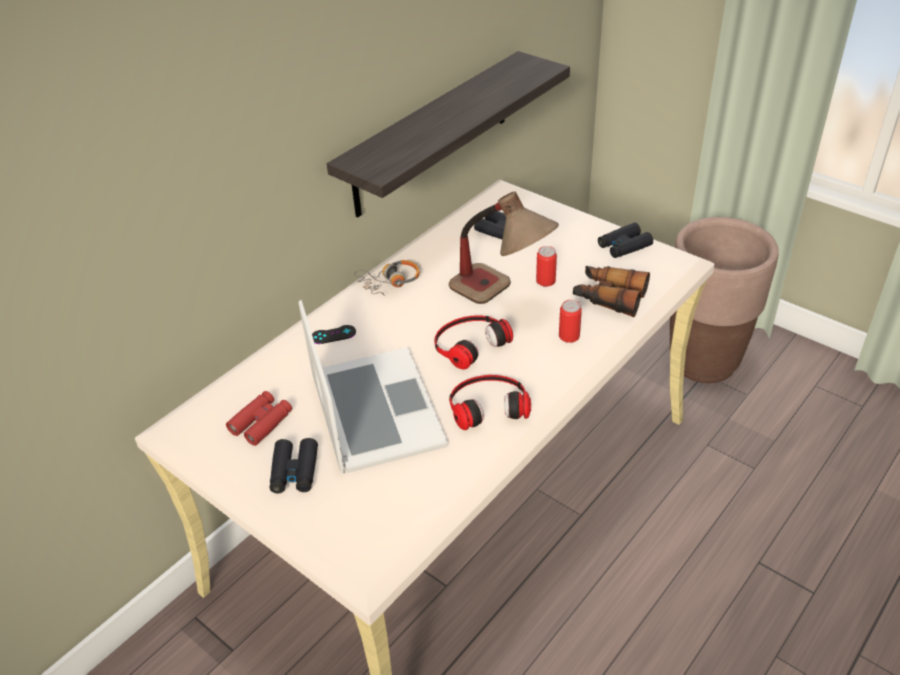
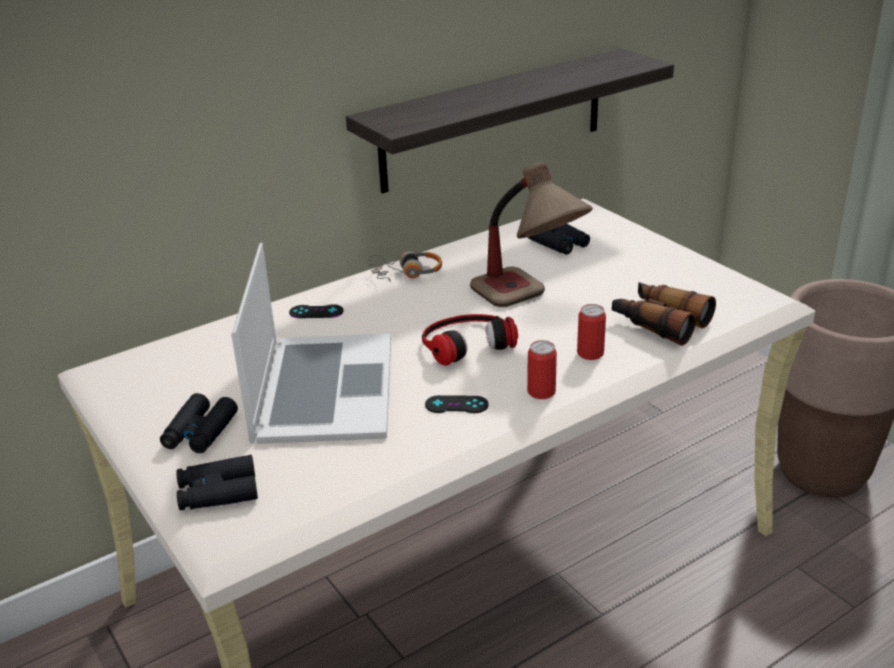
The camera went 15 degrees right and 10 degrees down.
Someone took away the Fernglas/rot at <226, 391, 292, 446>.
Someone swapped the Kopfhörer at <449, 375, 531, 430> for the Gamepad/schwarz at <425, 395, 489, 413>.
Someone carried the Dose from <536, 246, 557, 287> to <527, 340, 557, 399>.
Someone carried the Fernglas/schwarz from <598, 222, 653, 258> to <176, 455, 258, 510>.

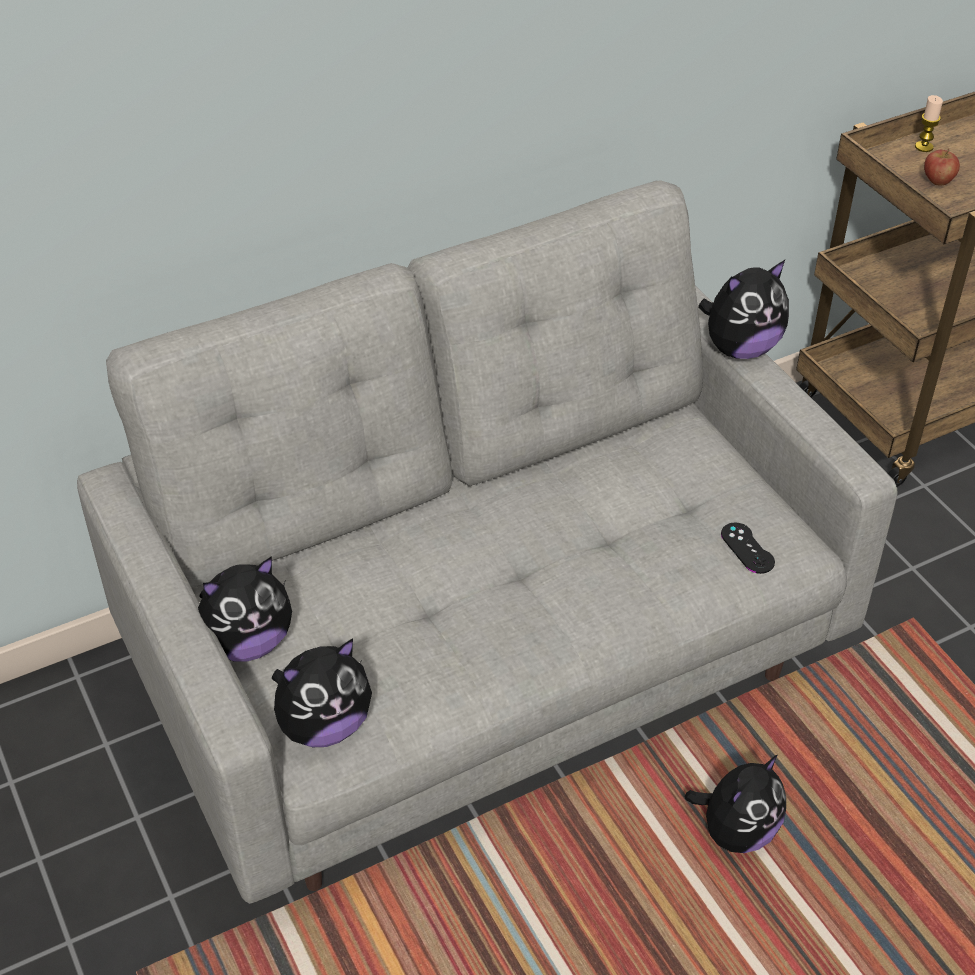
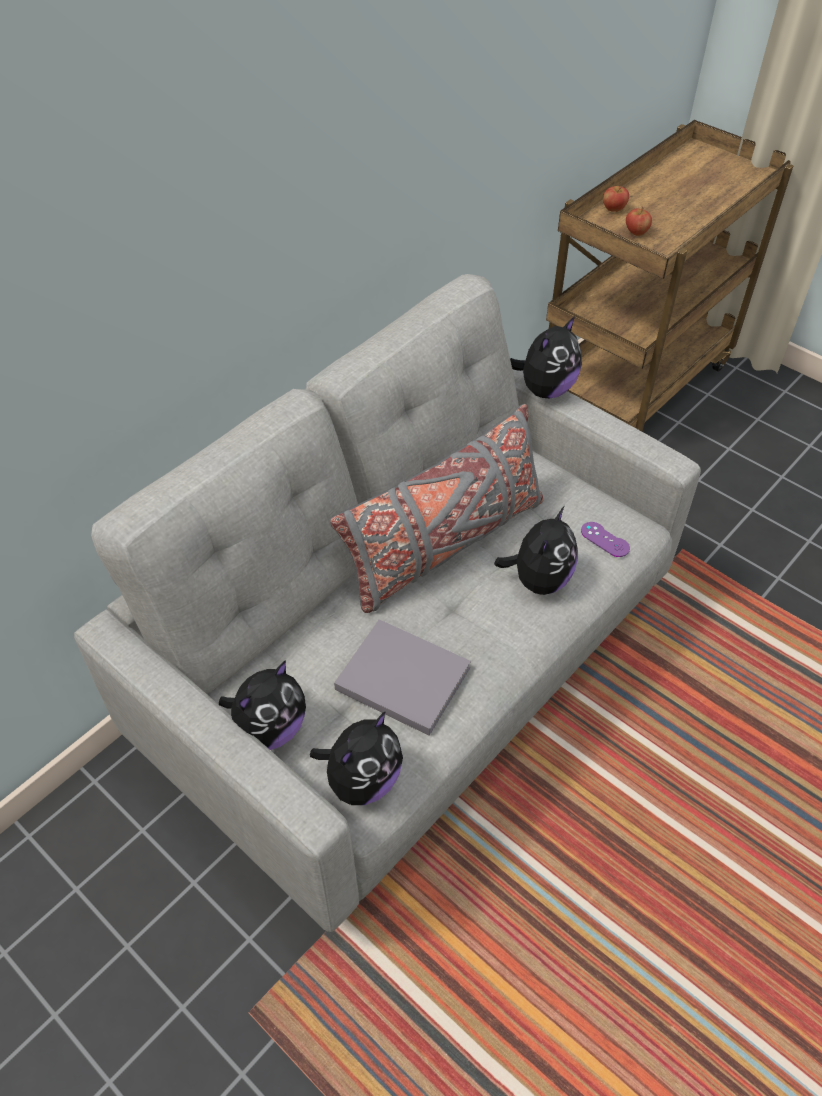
The camera went 20 degrees left and 5 degrees up.
Someone carried the Plüschtier from <685, 755, 786, 853> to <494, 506, 578, 595>.
Someone repainted the Gamepad/schwarz at <721, 522, 775, 574>, which became the Gamepad/lila at <581, 522, 630, 557>.
Someone swapped the Kerze at <915, 95, 943, 152> for the Apfel at <603, 186, 629, 212>.
Someone put down the Kissen/grau at <330, 404, 543, 613>.
Someone put down the Buch/grau at <334, 619, 471, 736>.

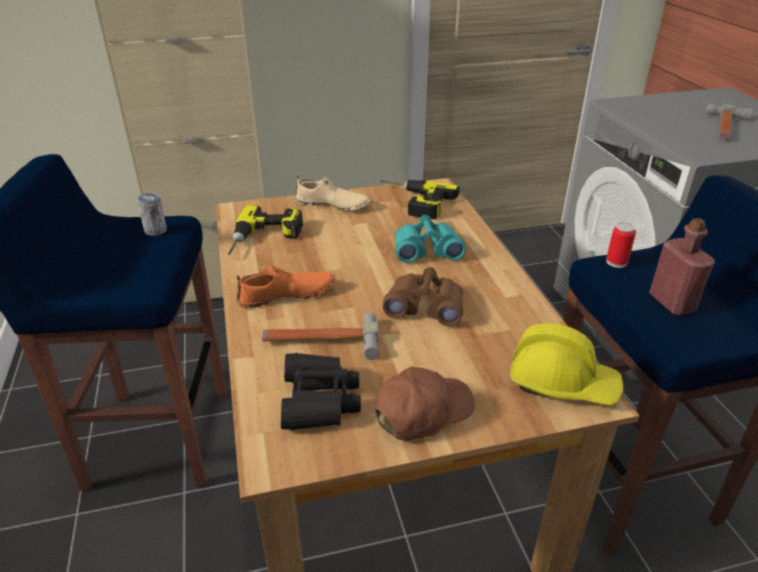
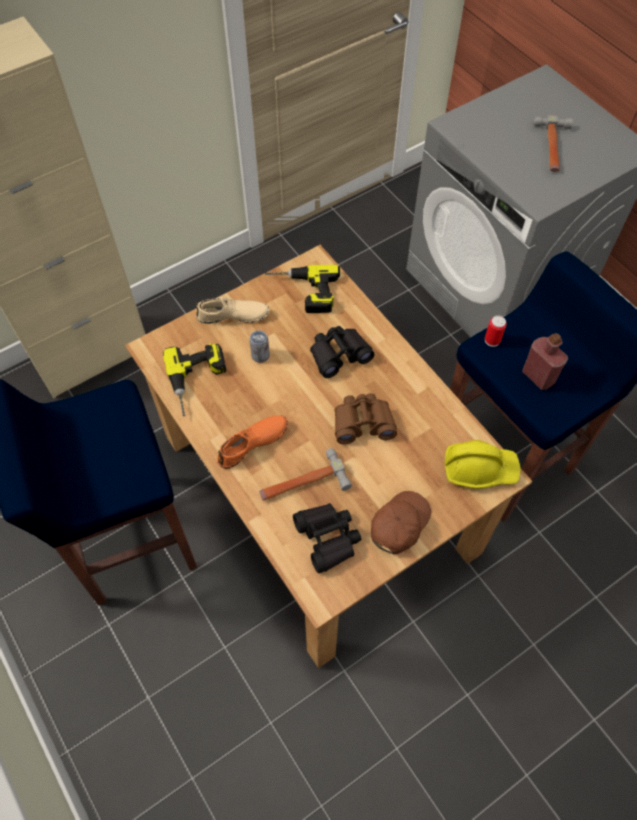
The camera went 20 degrees left and 25 degrees up.
Someone carried the Dose from <137, 193, 167, 236> to <250, 331, 270, 363>.
Someone repainted the Fernglas/türkis at <395, 215, 466, 263>, which became the Fernglas/schwarz at <310, 326, 374, 378>.

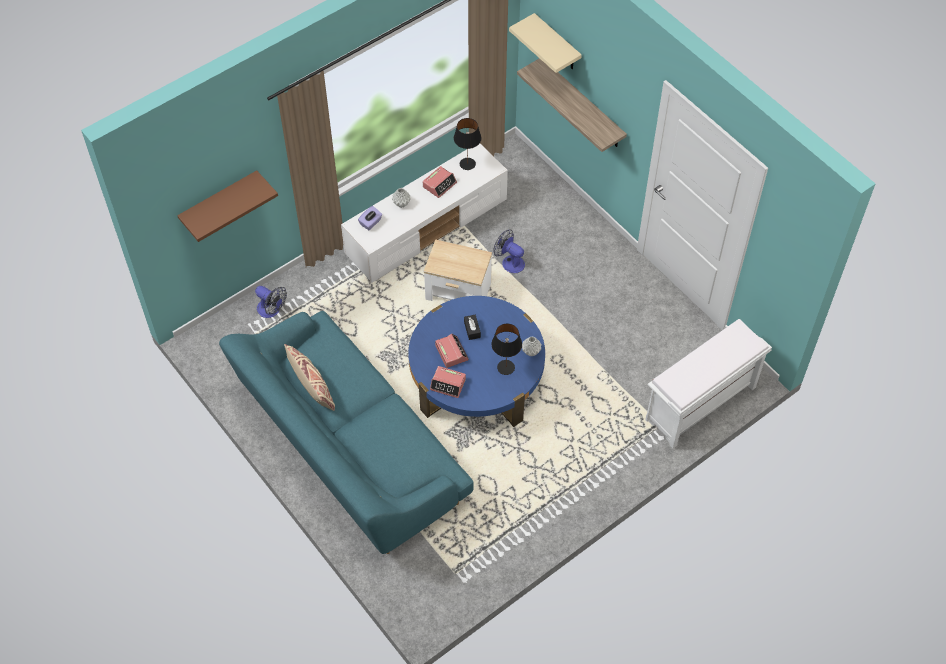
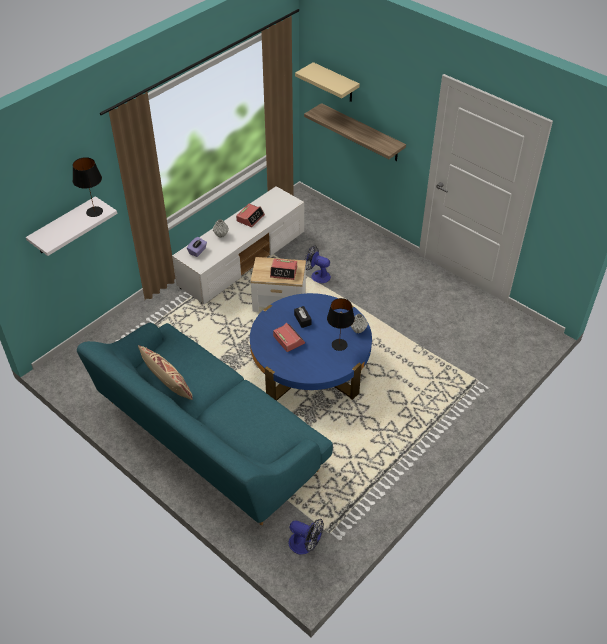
The camera went 10 degrees left and 10 degrees down.
Someone repainted the Wandregal/braun at <177, 170, 278, 242>, which became the Wandregal/weiß at <26, 196, 117, 256>.
Someone carried the Ventilator from <255, 286, 287, 318> to <289, 519, 324, 555>.
Someone carried the Wecker from <430, 366, 466, 398> to <270, 259, 297, 280>.
Someone carried the Tischlampe/schwarz from <454, 118, 481, 170> to <73, 157, 103, 217>.
Someone took away the Bank/weiß at <645, 319, 772, 448>.

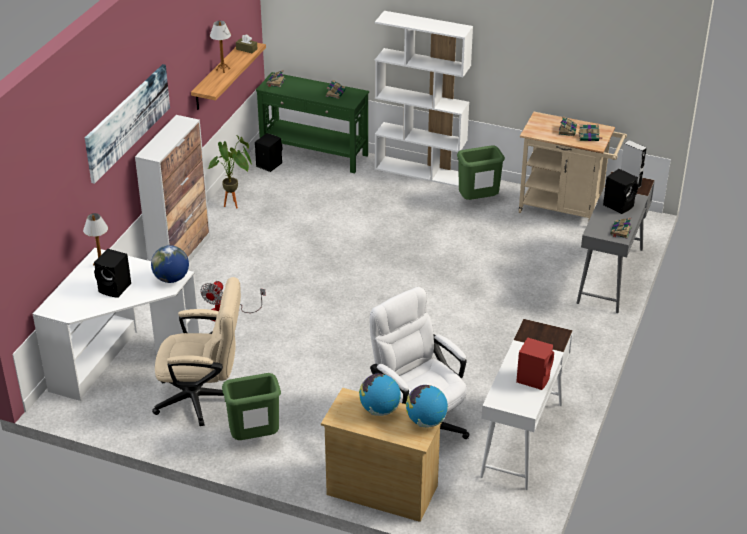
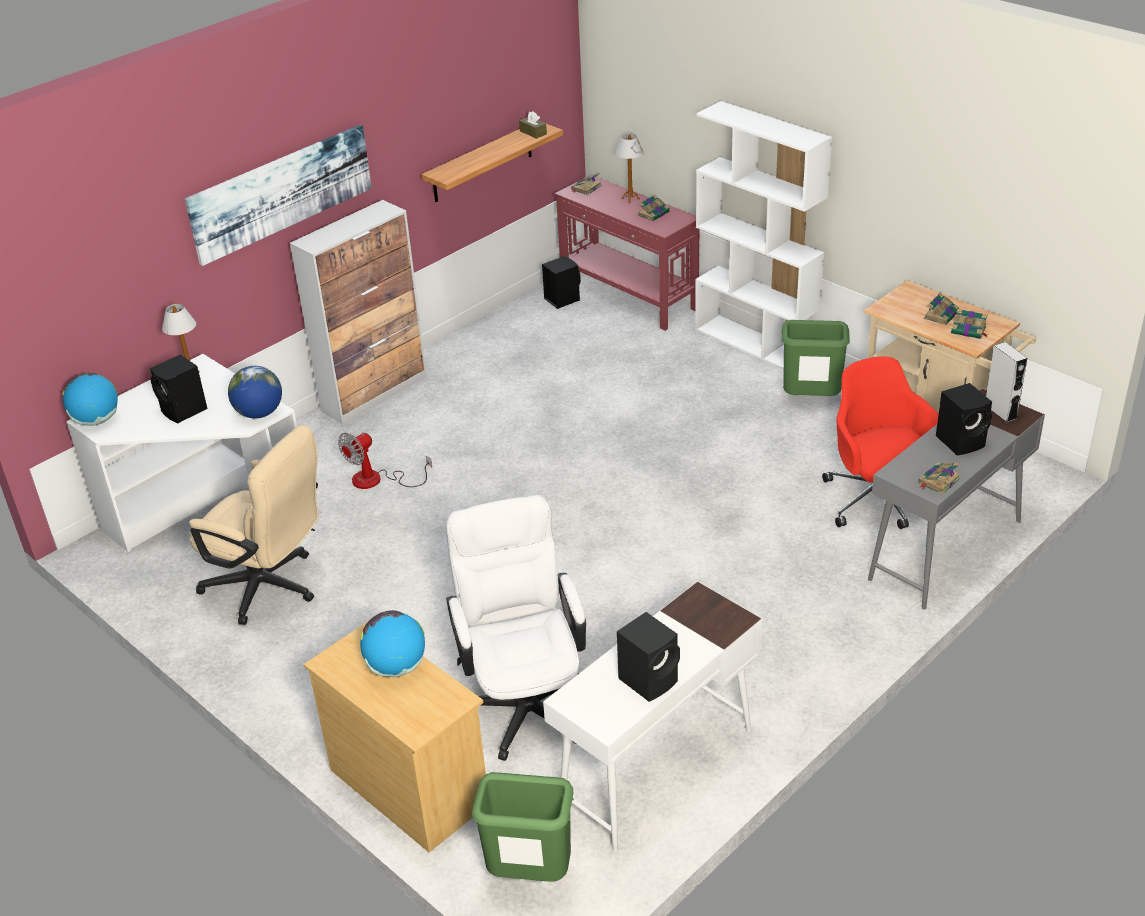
The camera went 25 degrees right and 0 degrees up.
Someone took away the Topfpflanze at <208, 135, 252, 209>.
Someone carried the Tischlampe from <210, 21, 231, 73> to <616, 133, 644, 203>.
Someone carried the Mülleimer/grün from <222, 373, 281, 440> to <472, 772, 574, 882>.
Someone repainted the Konsolentisch/grün at <256, 72, 369, 173>, which became the Konsolentisch/rot at <554, 177, 699, 331>.
Someone carried the Globus from <406, 385, 448, 427> to <63, 372, 118, 426>.
Someone repainted the Lautsprecher/rot at <516, 337, 554, 390>, which became the Lautsprecher/schwarz at <617, 612, 680, 702>.
Someone put down the Bürostuhl/rot at <822, 356, 939, 529>.

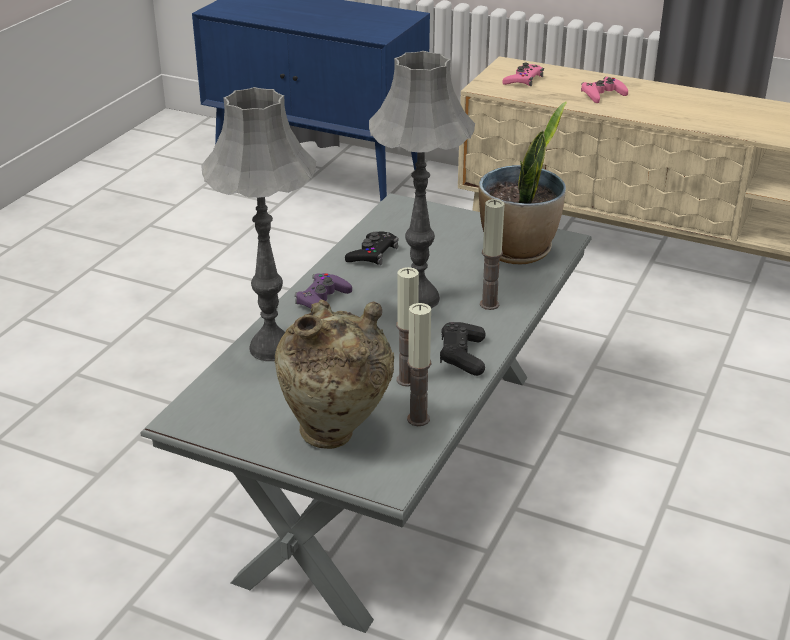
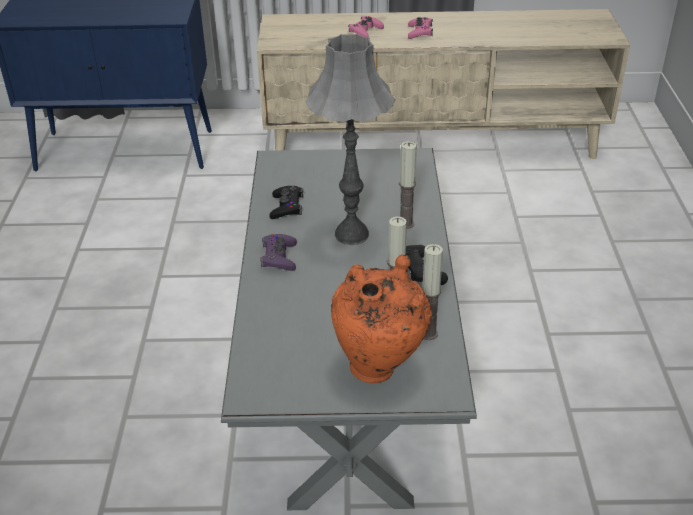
The camera went 25 degrees left and 5 degrees up.
Someone took away the Tischlampe/grau at <201, 87, 316, 361>.
Someone repainted the Vase/beige at <275, 299, 394, 449>, which became the Vase/orange at <331, 254, 432, 383>.
Someone took away the Topfpflanze at <479, 102, 567, 264>.
Someone carried the Gamepad/rosa from <503, 63, 544, 86> to <408, 17, 433, 39>.

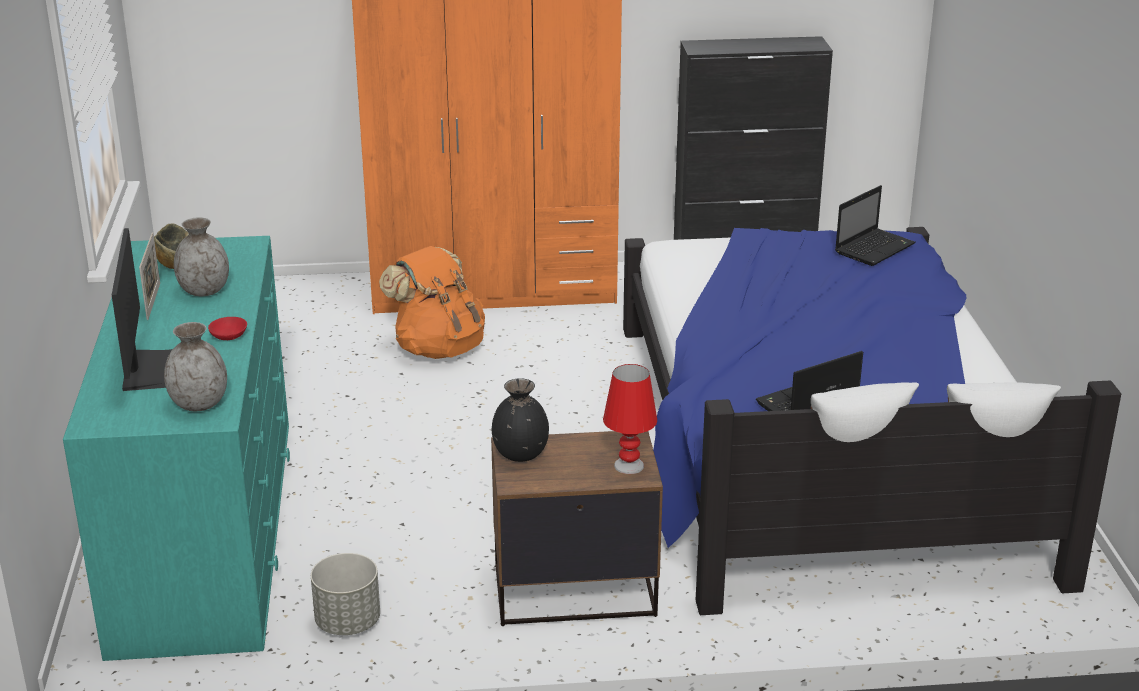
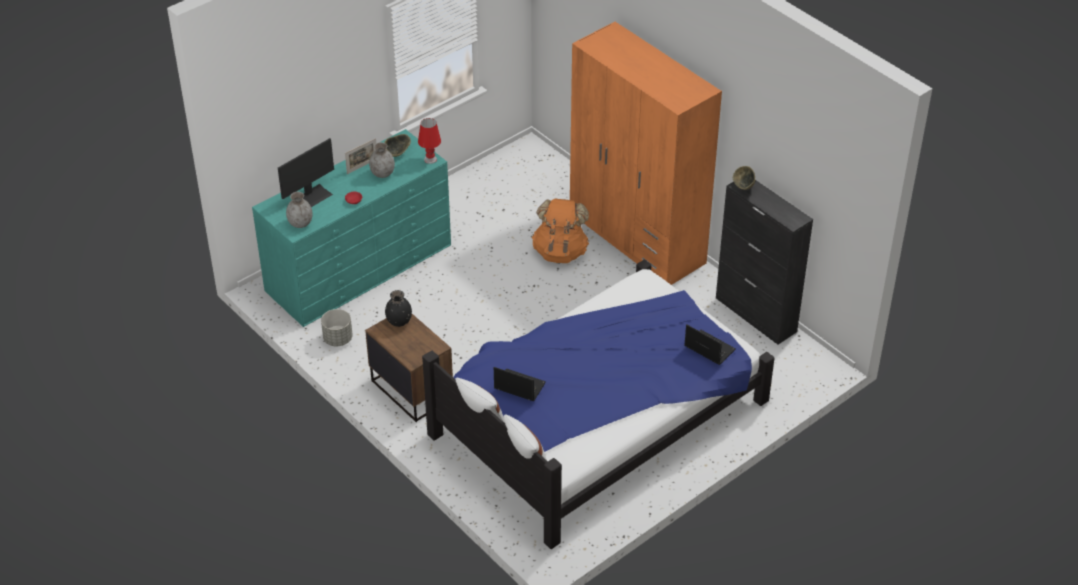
The camera went 55 degrees right and 15 degrees up.
Someone carried the Tischlampe/rot from <603, 364, 657, 474> to <418, 118, 441, 164>.
Someone rotated the Laptop at <835, 185, 916, 266> by 150 degrees counterclockwise.
Someone put down the Schüssel at <733, 166, 755, 190>.

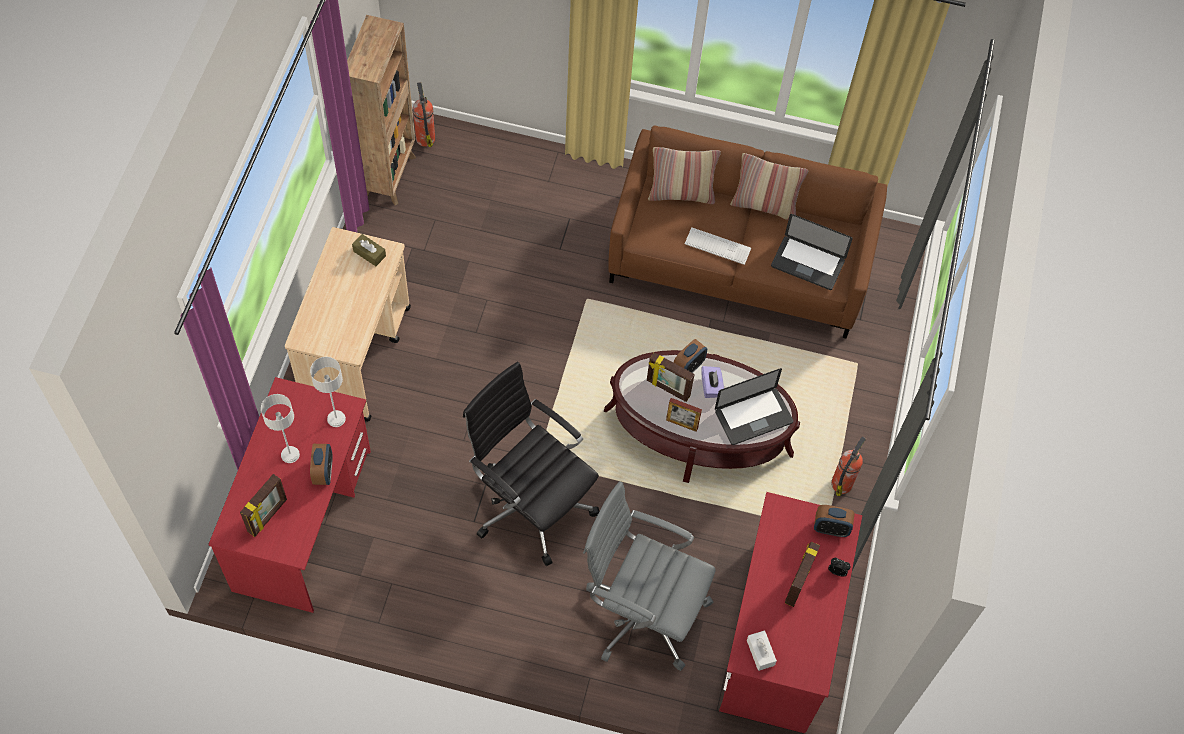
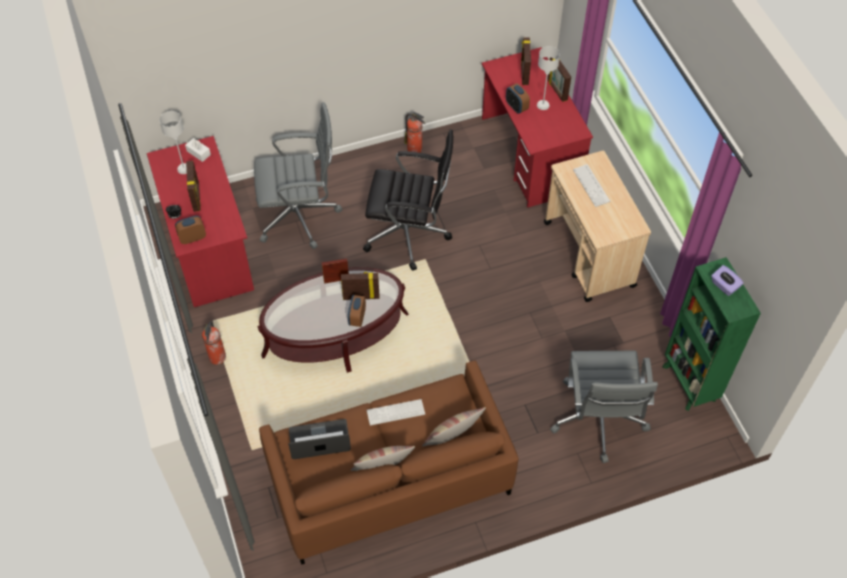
The camera went 150 degrees right and 5 degrees down.
Someone carried the Tischlampe/grau from <310, 357, 346, 427> to <159, 111, 187, 174>.
Someone repainted the Bücherregal/braun at <347, 15, 416, 205>, which became the Bücherregal/grün at <662, 257, 761, 411>.
Someone took away the Taschentuchbox/braun at <352, 234, 386, 266>.
Someone carried the Feuerlöscher from <413, 82, 435, 147> to <404, 112, 425, 153>.
Someone carried the Taschentuchbox/lila from <702, 366, 724, 398> to <711, 265, 744, 296>.
Someone took away the Laptop at <715, 368, 794, 445>.
Someone put down the Bilderrahmen at <547, 57, 571, 102>.
Someone put down the Bürostuhl/grau at <550, 351, 658, 463>.
Someone put down the Tastatur at <573, 164, 610, 207>.

